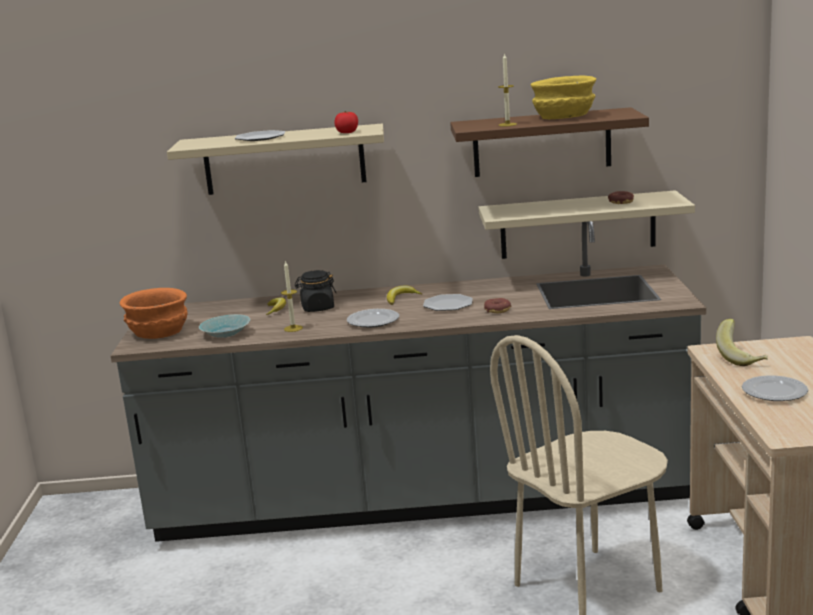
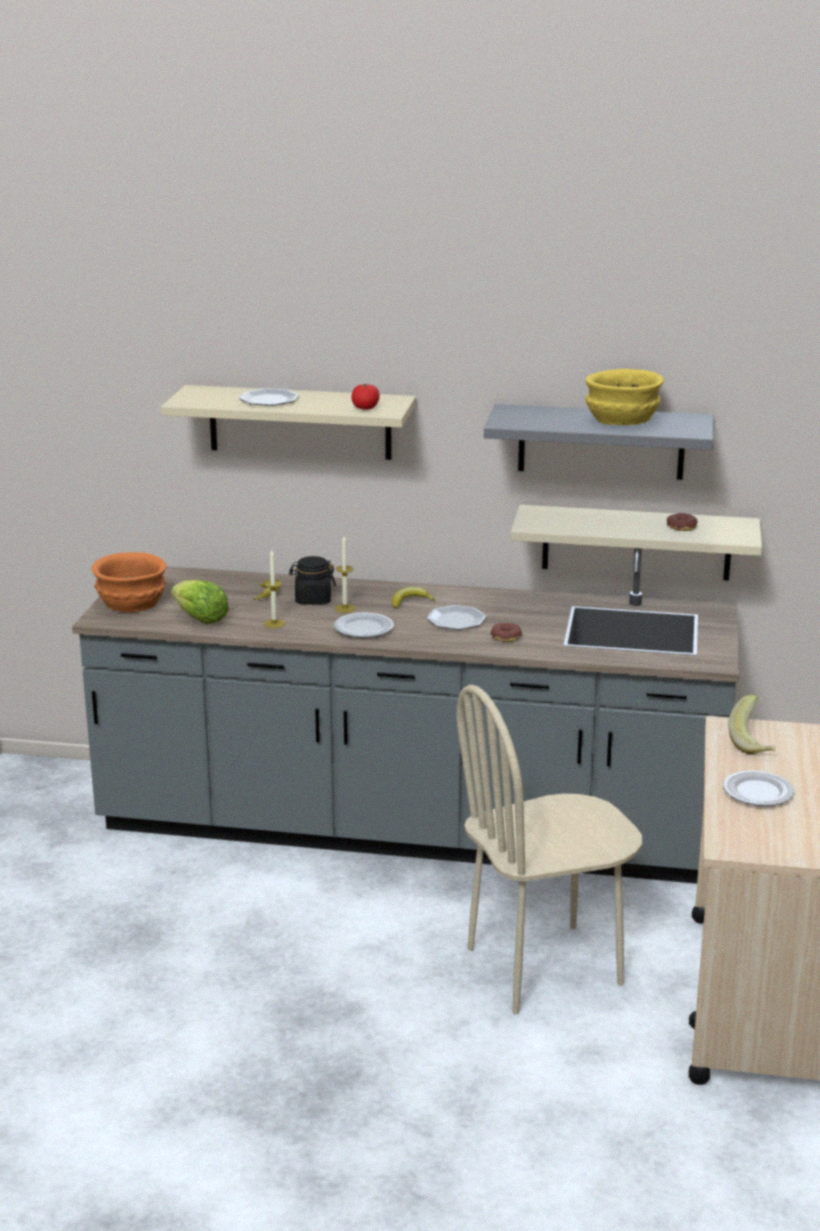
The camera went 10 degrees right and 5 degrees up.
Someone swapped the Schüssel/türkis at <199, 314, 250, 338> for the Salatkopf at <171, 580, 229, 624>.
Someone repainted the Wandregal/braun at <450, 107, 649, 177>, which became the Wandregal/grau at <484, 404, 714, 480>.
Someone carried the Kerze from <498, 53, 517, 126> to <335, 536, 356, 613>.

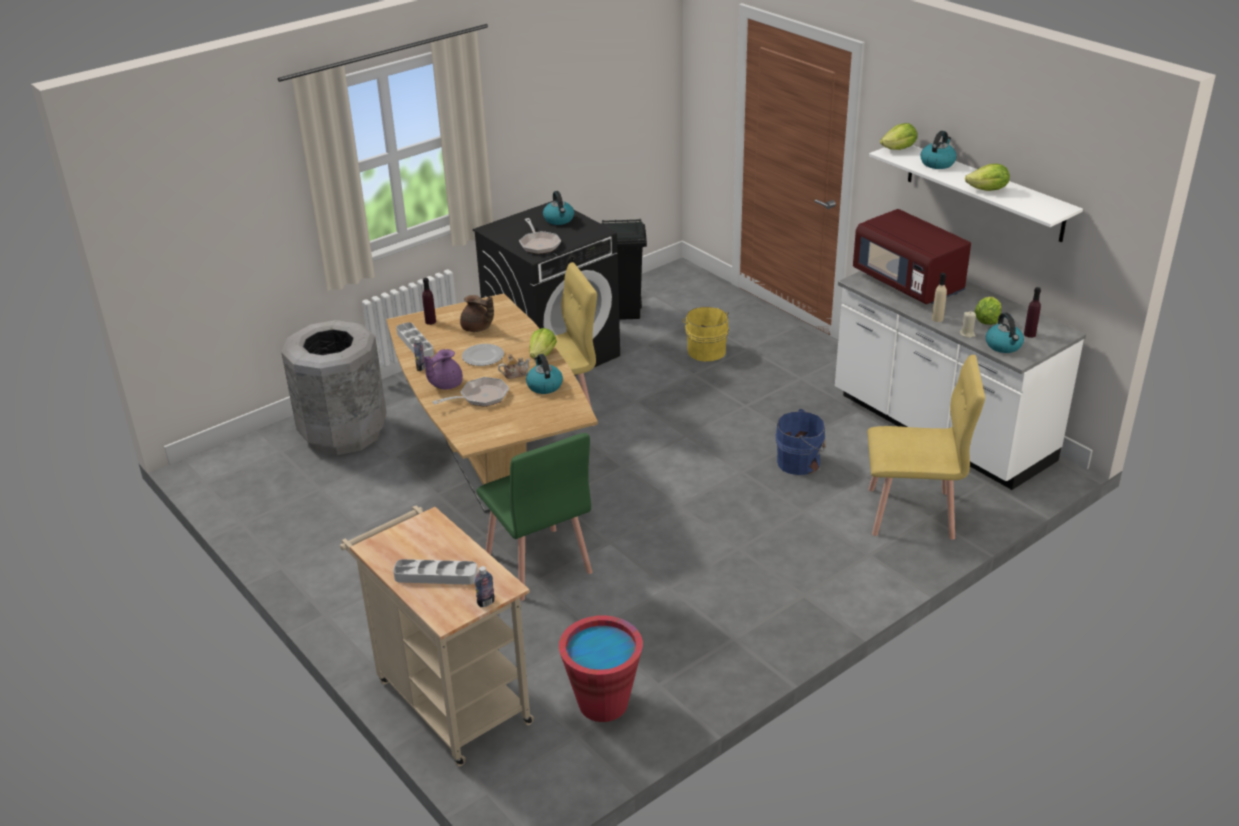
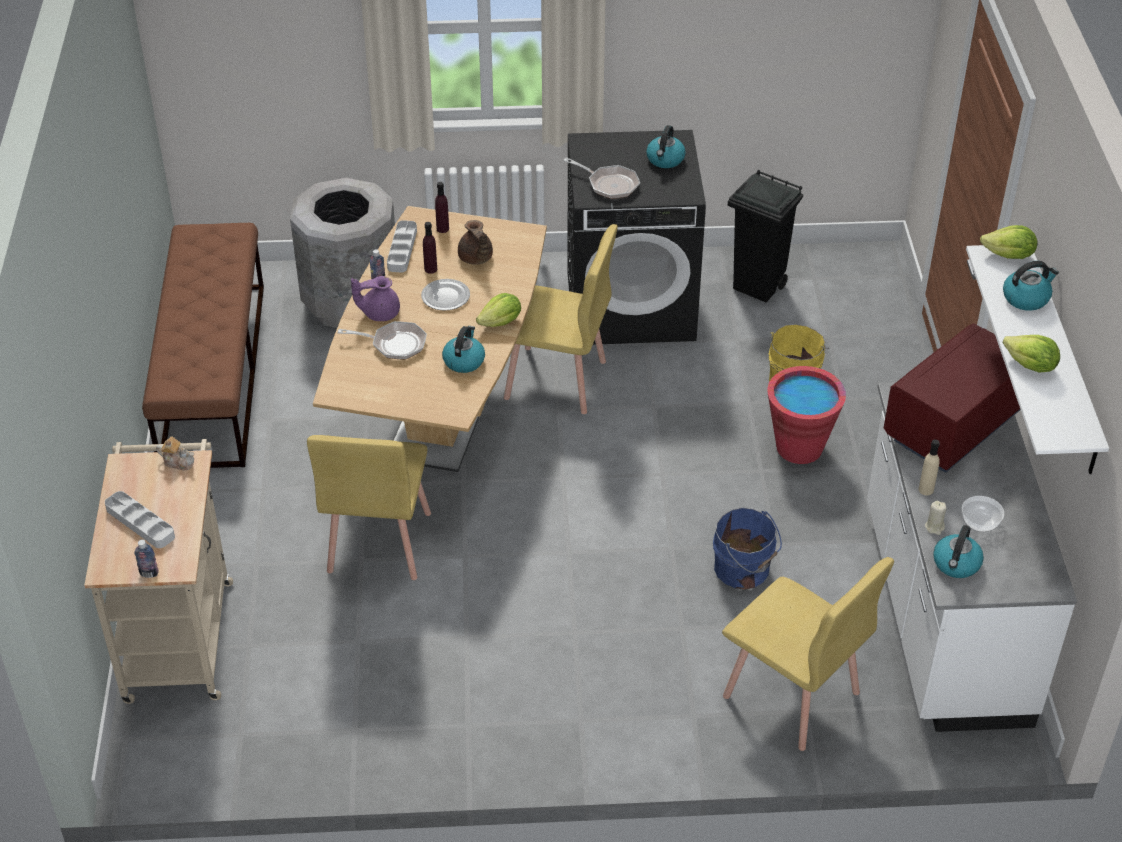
The camera went 35 degrees right and 10 degrees up.
Someone repainted the Stuhl/grün at <477, 433, 592, 601>, which became the Stuhl/gelb at <307, 435, 431, 580>.
Someone carried the Teekanne from <498, 354, 530, 379> to <156, 436, 194, 470>.
Someone rotated the Pfanne at <519, 218, 561, 254> by 75 degrees counterclockwise.
Someone carried the Eimer/rot from <559, 615, 643, 722> to <767, 366, 846, 464>.
Someone rotated the Mikrowelle/rot at <853, 209, 971, 304> by 45 degrees clockwise.
Someone swapped the Salatkopf at <974, 297, 1001, 325> for the Schüssel at <962, 496, 1004, 532>.
Someone carried the Flasche/lila from <1024, 287, 1041, 338> to <423, 222, 437, 274>.
Someone put down the Bank/braun at <142, 223, 264, 468>.

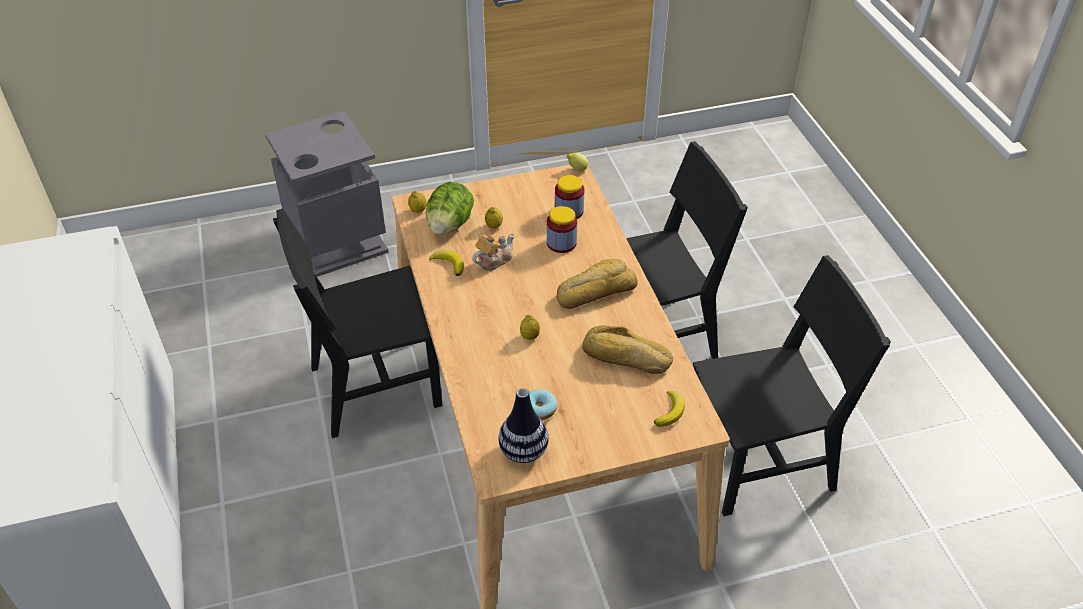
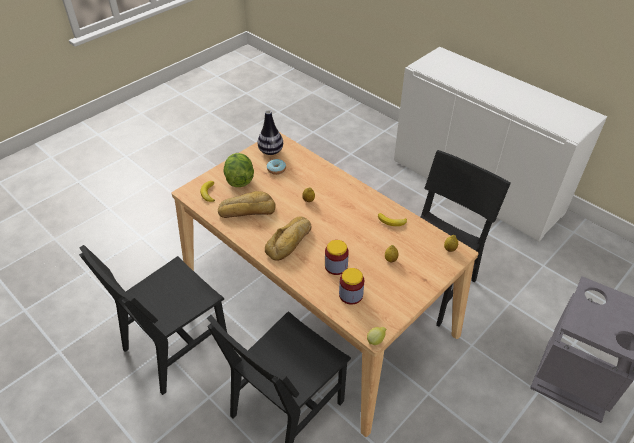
The camera went 150 degrees right and 0 degrees up.
Someone carried the Salatkopf from <426, 182, 474, 234> to <223, 153, 254, 187>.
Someone took away the Teekanne at <472, 234, 515, 271>.

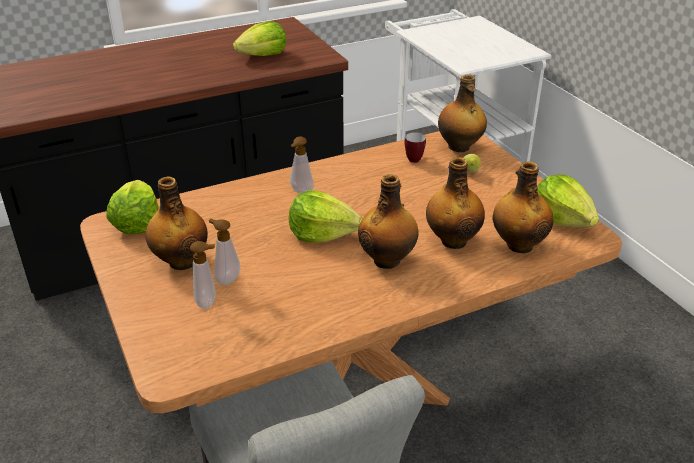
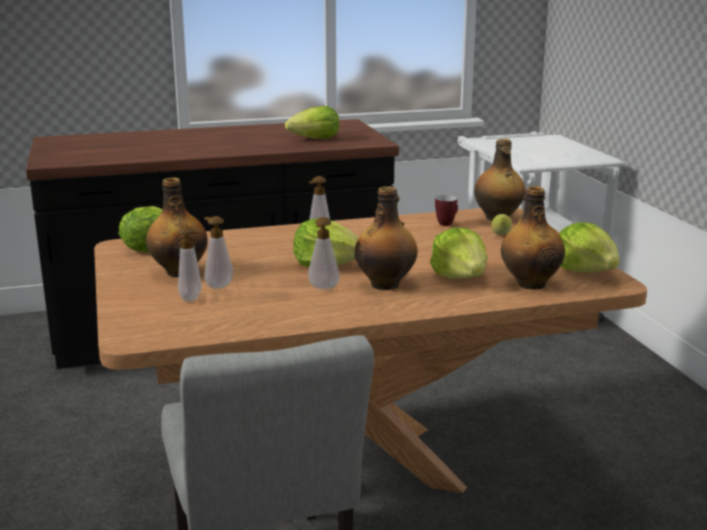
The camera went 10 degrees right and 15 degrees down.
Someone swapped the Flasche at <426, 157, 485, 249> for the Salatkopf at <430, 228, 488, 279>.
Someone put down the Seifenspender at <308, 217, 340, 289>.

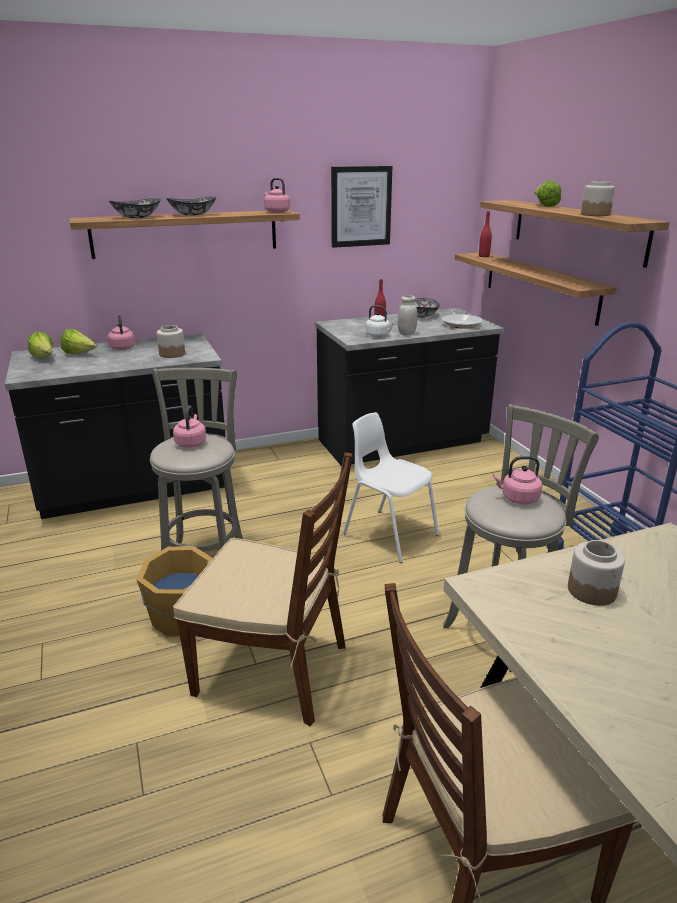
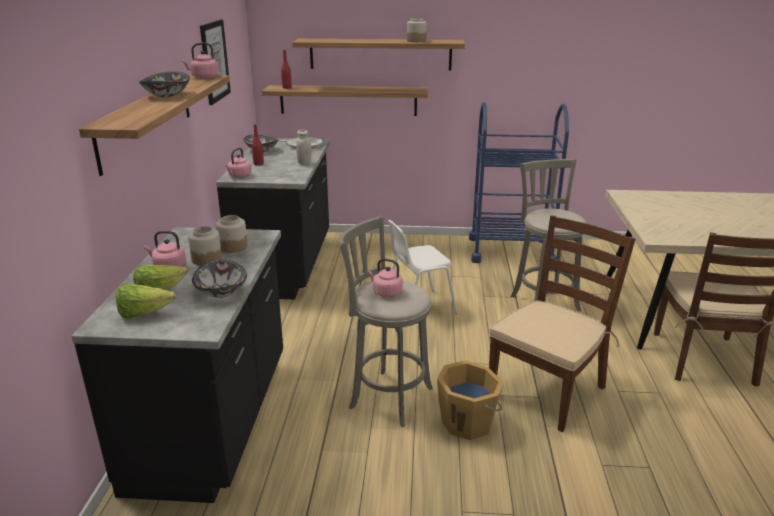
The camera went 65 degrees left and 0 degrees up.
Someone carried the Schüssel from <109, 198, 161, 218> to <192, 260, 247, 298>.
Someone took away the Wasserkessel/weiß at <366, 305, 395, 337>.
Someone carried the Wasserkessel/rosa from <493, 456, 542, 504> to <225, 148, 251, 178>.
Someone took away the Salatkopf at <534, 180, 561, 207>.
Someone carried the Vorratsglas from <568, 540, 625, 606> to <188, 226, 222, 266>.

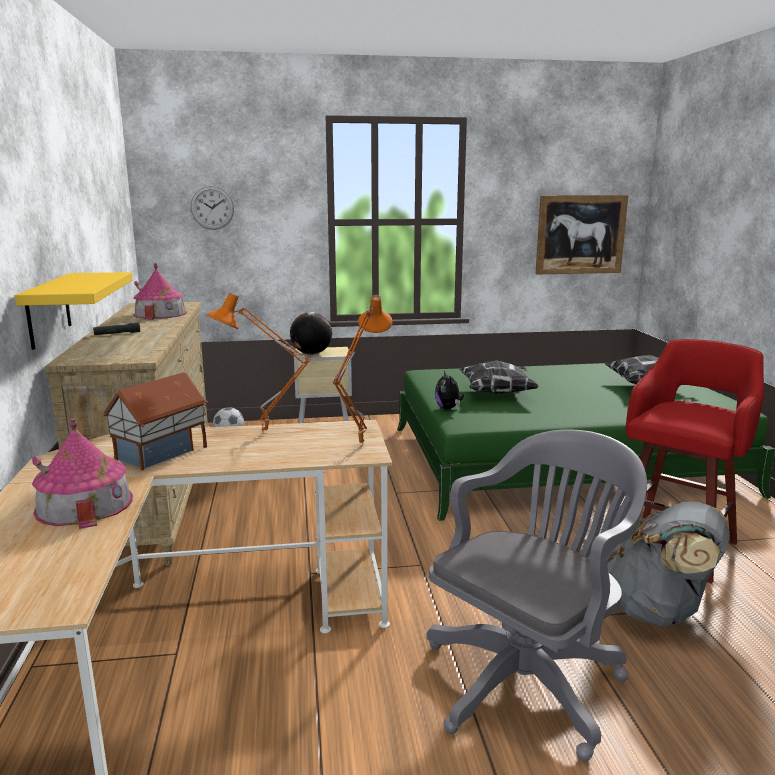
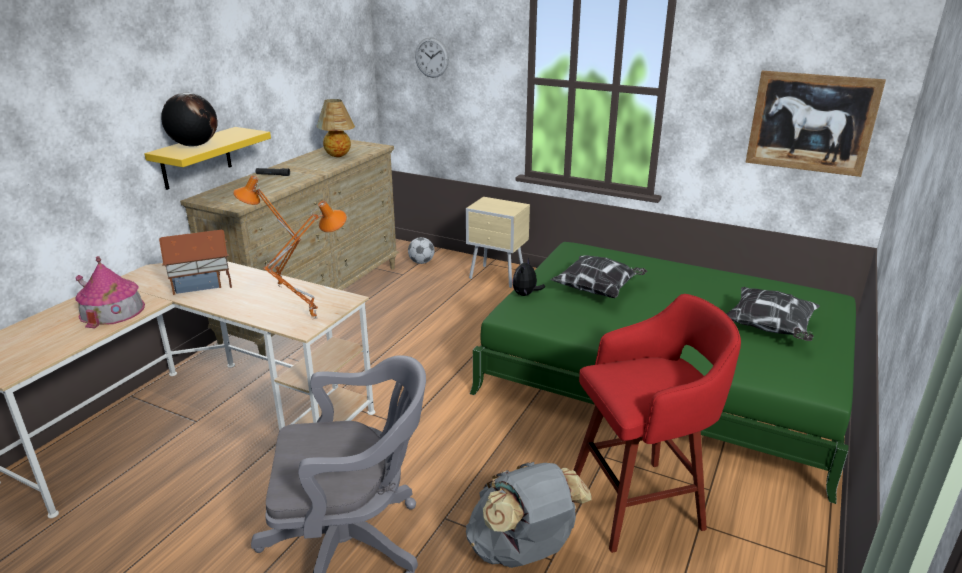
The camera went 35 degrees right and 10 degrees up.
Someone swapped the Spielzeughaus at <134, 263, 187, 320> for the Tischlampe at <316, 99, 355, 157>.
Someone carried the Globus from <290, 312, 332, 355> to <161, 93, 218, 146>.

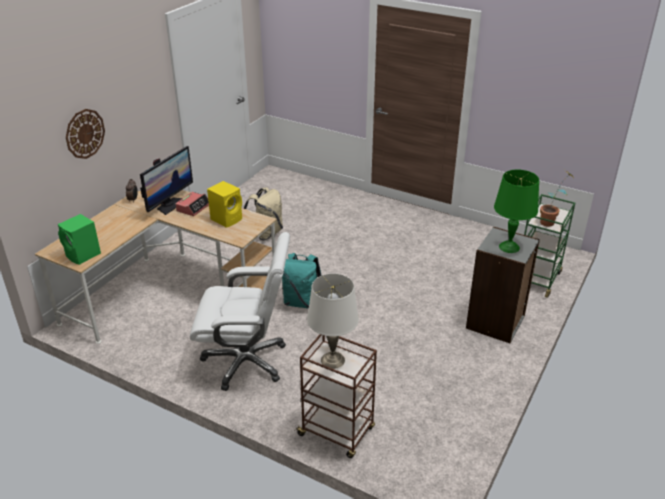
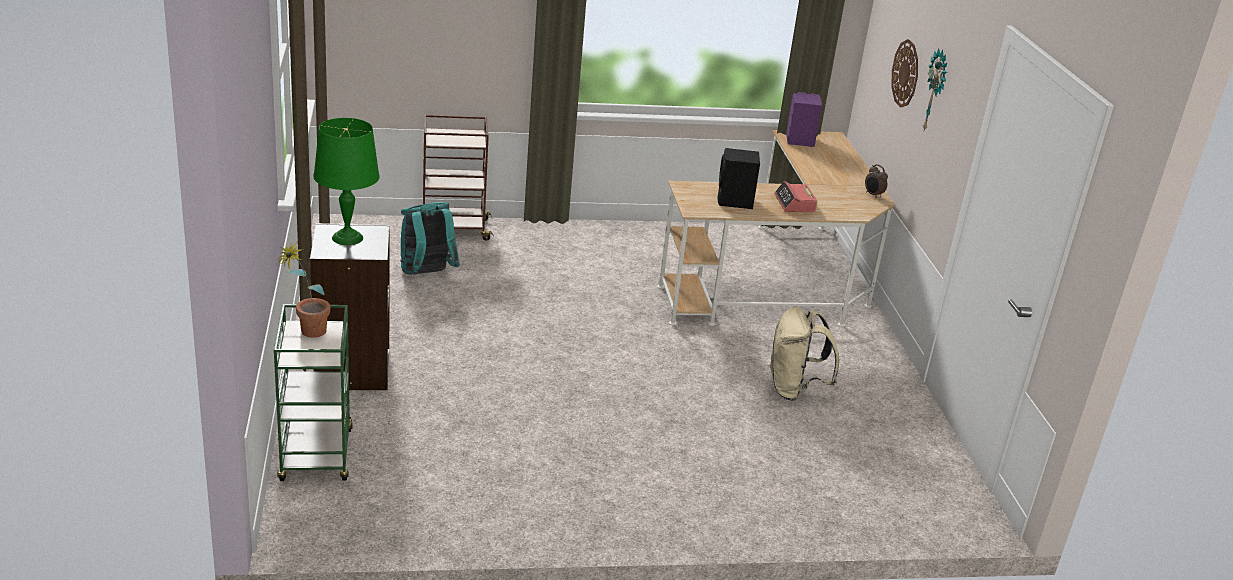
The camera went 140 degrees right and 5 degrees down.
Someone repainted the Lautsprecher/grün at <58, 214, 101, 265>, which became the Lautsprecher/lila at <786, 92, 822, 147>.
Someone took away the Monitor at <140, 146, 193, 215>.
Someone took away the Bürostuhl/weiß at <190, 232, 290, 391>.
Someone repainted the Lautsprecher/gelb at <207, 181, 242, 228>, which became the Lautsprecher/schwarz at <717, 148, 760, 209>.
Someone carried the Rucksack/türkis from <282, 253, 321, 309> to <400, 202, 460, 275>.
Someone took away the Tischlampe/weiß at <307, 274, 359, 369>.
Someone put up the Wanduhr at <923, 48, 947, 130>.

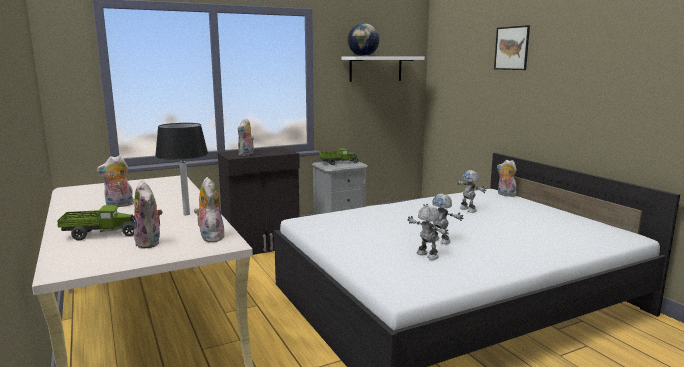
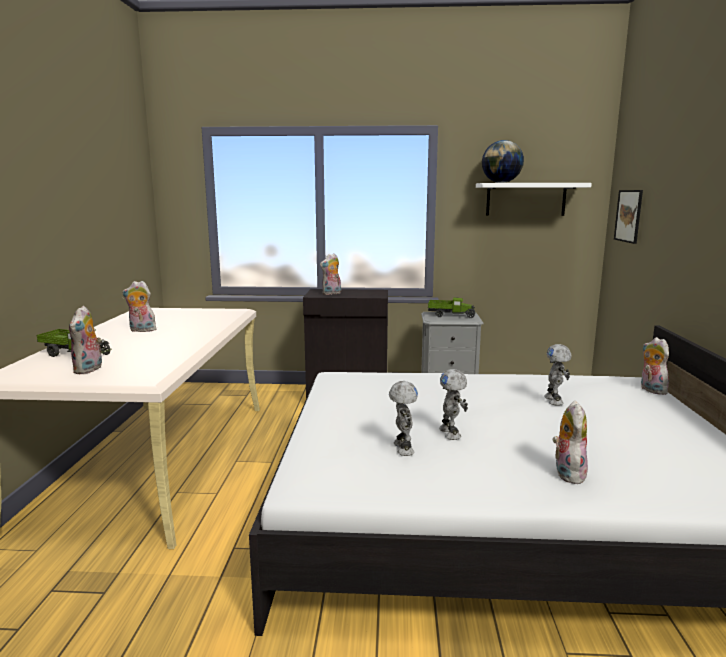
The camera went 30 degrees right and 0 degrees up.
Someone took away the Tischlampe/schwarz at <155, 123, 208, 215>.
Someone carried the Plüschtier from <194, 177, 225, 242> to <553, 400, 588, 484>.
Someone carried the Bild from <494, 25, 530, 70> to <614, 190, 643, 244>.

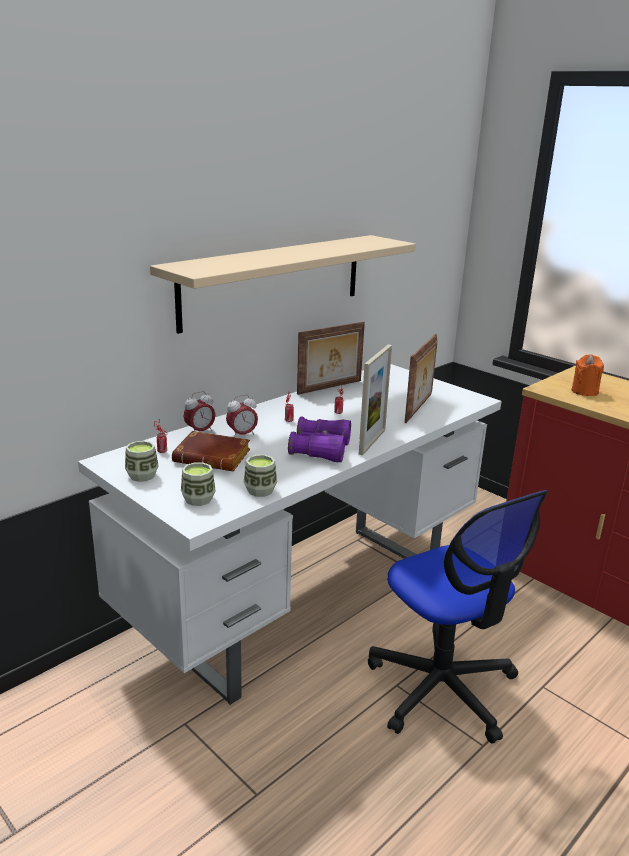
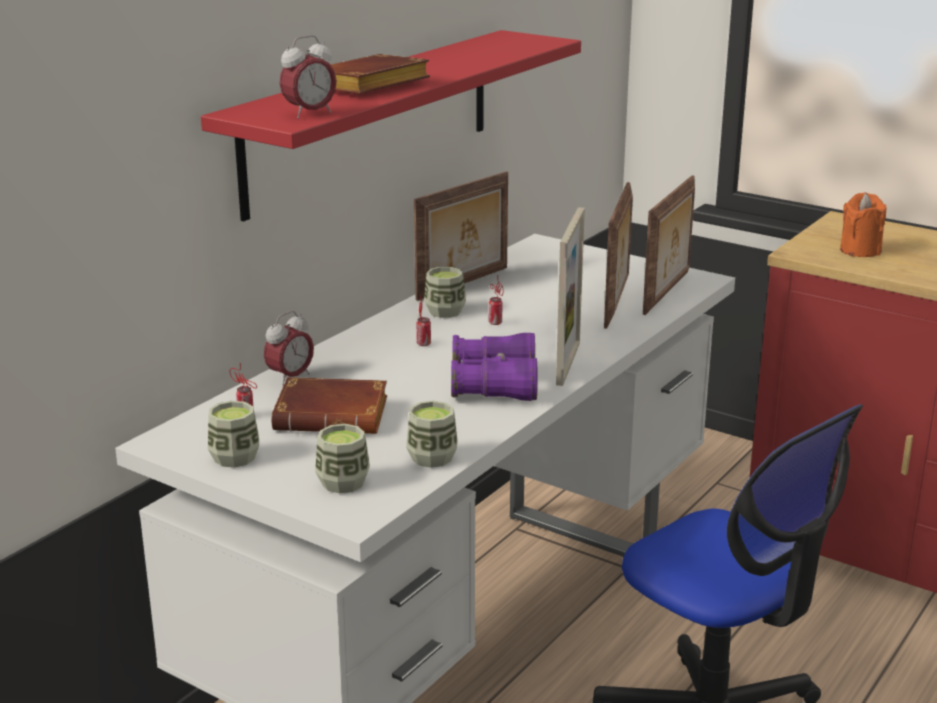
The camera went 10 degrees left and 0 degrees up.
Someone repainted the Wandregal/beige at <150, 235, 416, 334>, which became the Wandregal/rot at <201, 30, 581, 221>.
Someone carried the Wecker from <226, 394, 258, 437> to <279, 35, 337, 119>.
Someone put down the Buch/braun at <331, 54, 430, 94>.
Someone put down the Tasse at <424, 267, 466, 318>.
Someone put down the Bilderrahmen at <643, 176, 695, 315>.

